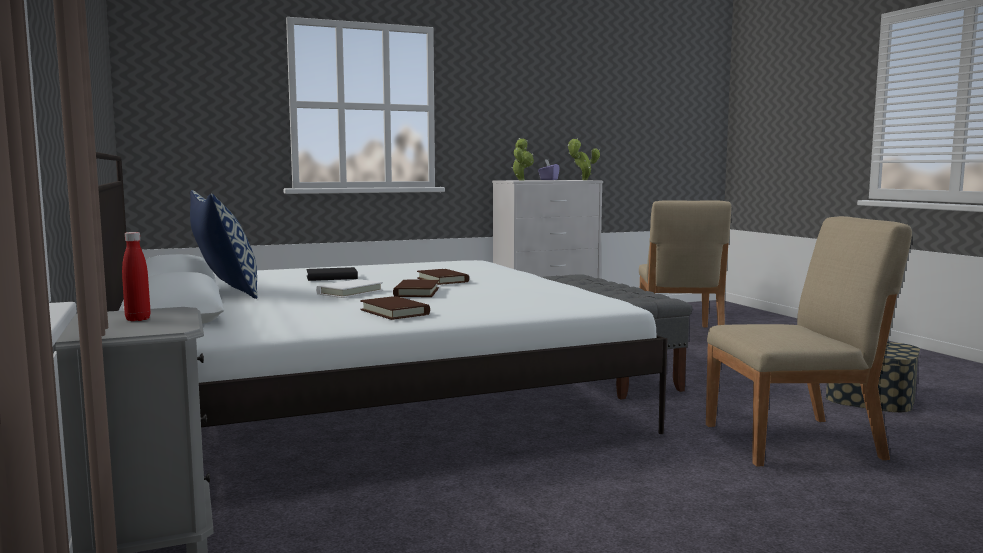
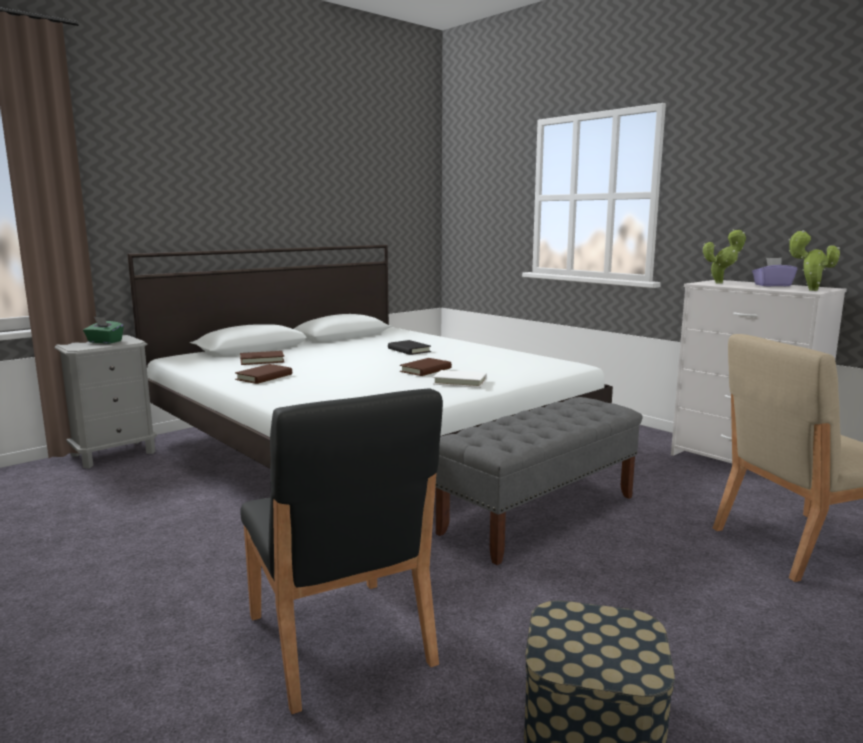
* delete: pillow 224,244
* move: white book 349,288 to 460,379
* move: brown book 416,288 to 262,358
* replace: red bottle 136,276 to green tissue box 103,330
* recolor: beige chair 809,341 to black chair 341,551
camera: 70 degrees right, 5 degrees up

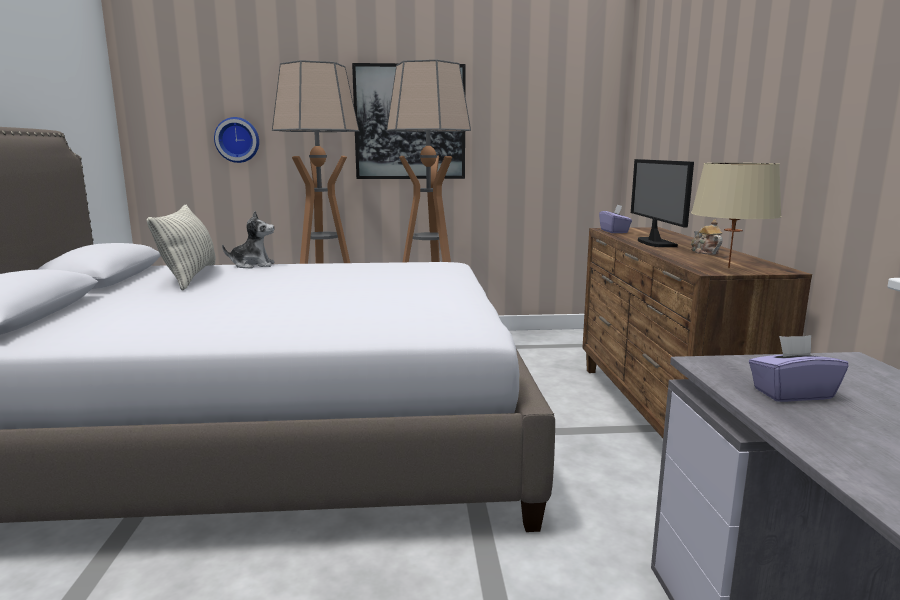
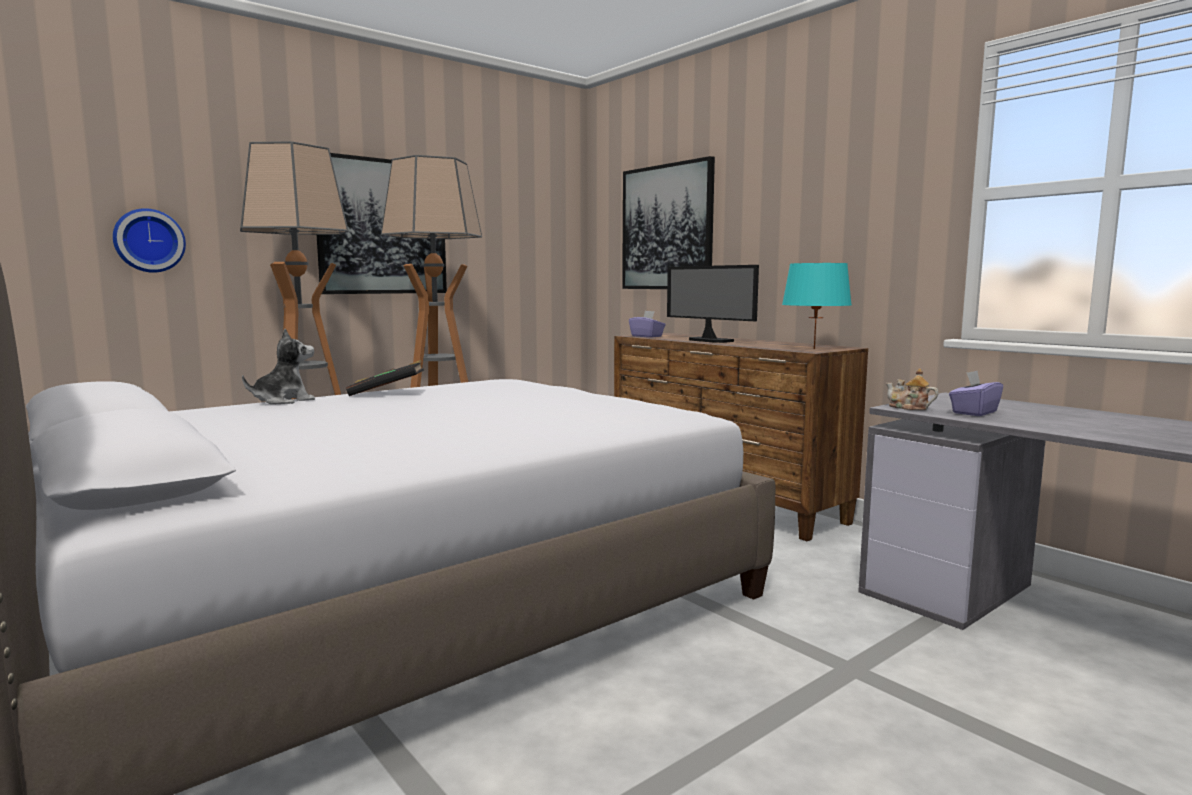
* delete: pillow 181,248
* insert: black book 385,378
* insert: picture 668,222
* move: teapot 707,237 to 912,389
* recolor: beige table lamp 736,215 to turquoise table lamp 817,306
camera: 35 degrees left, 5 degrees down

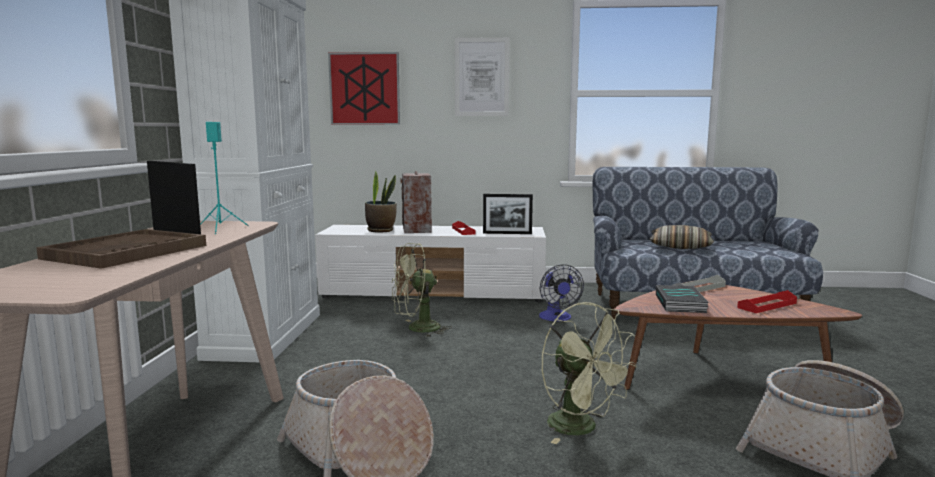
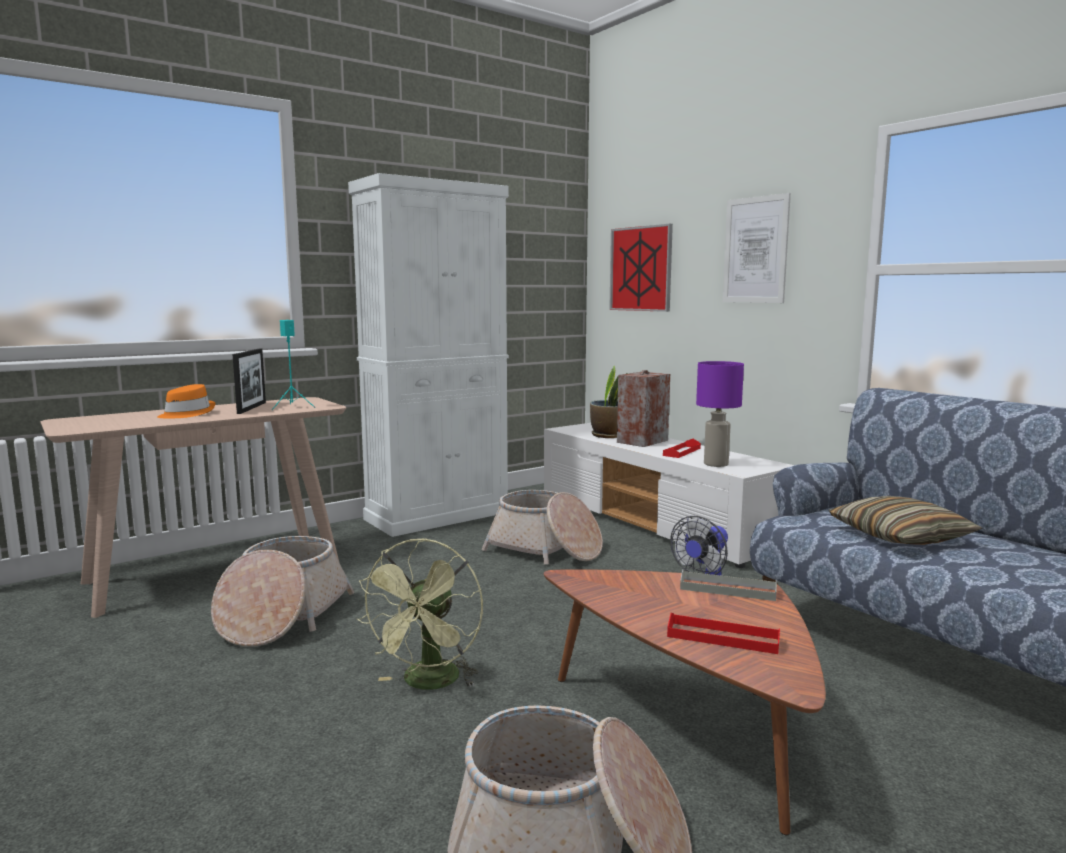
* delete: book 682,299
* replace: brown tray 121,249 to orange hat 186,401
* replace: green fan 422,290 to basket 542,527
* replace: picture frame 508,214 to purple table lamp 720,414
camera: 50 degrees right, 0 degrees up

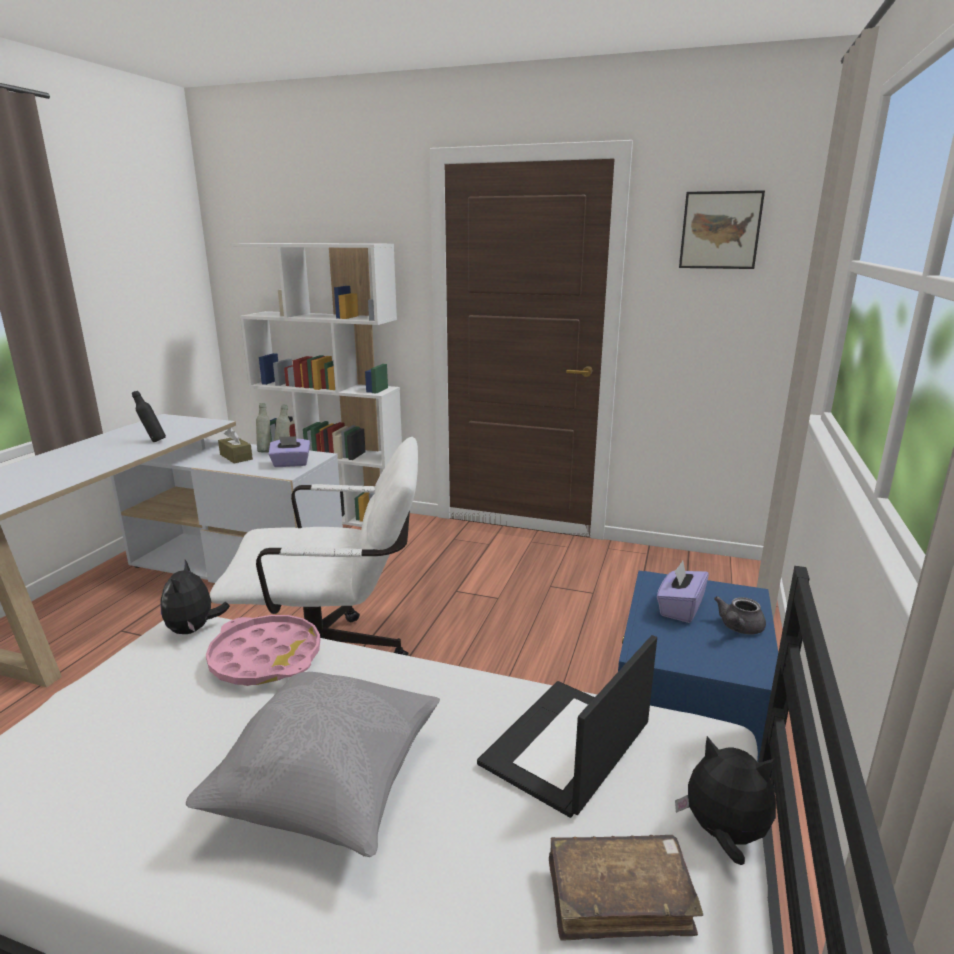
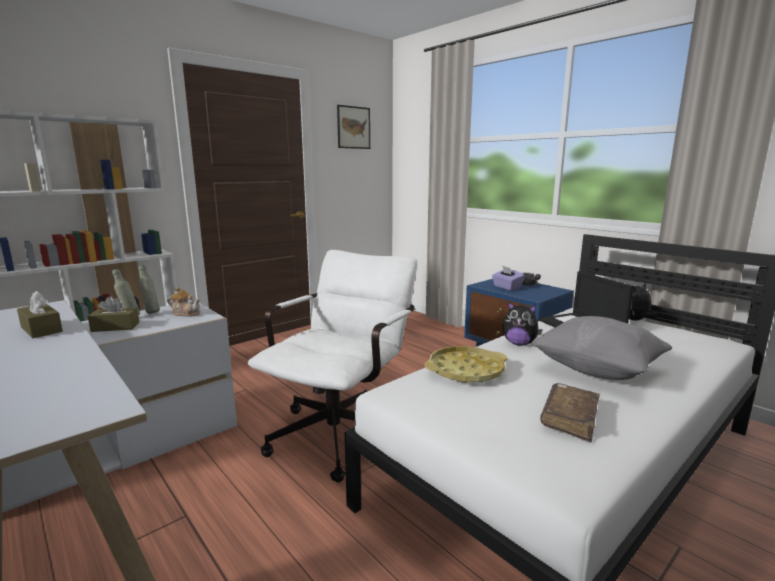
* move: plush toy 195,597 to 523,324
* move: brown book 626,887 to 570,412
* replace: black bottle 149,416 to brown tissue box 40,314
* replace: purple tissue box 289,451 to teapot 183,302
* recolor: pink tray 263,650 to yellow tray 465,364
camera: 60 degrees left, 5 degrees down

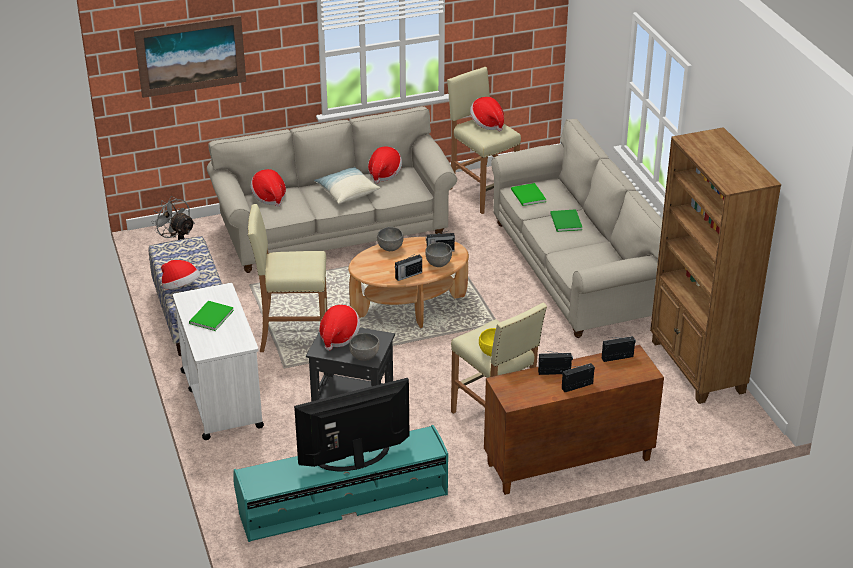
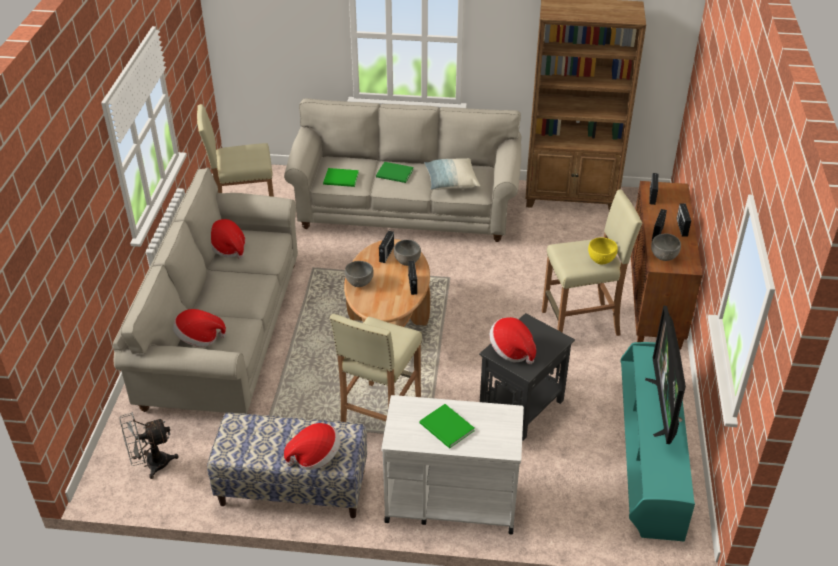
* delete: picture 190,57
* delete: hat 487,114
* move: pillow 347,185 to 452,174
* move: grey bowl 364,347 to 666,247
camera: 65 degrees left, 5 degrees up

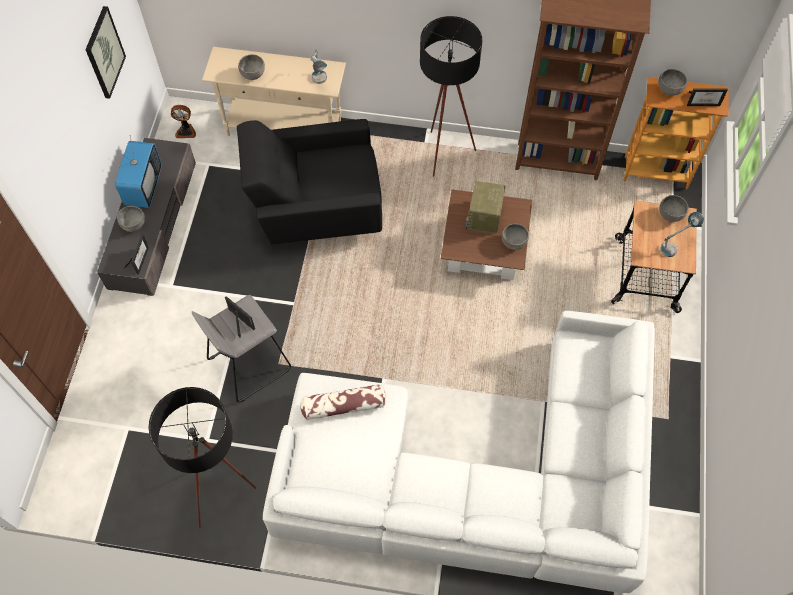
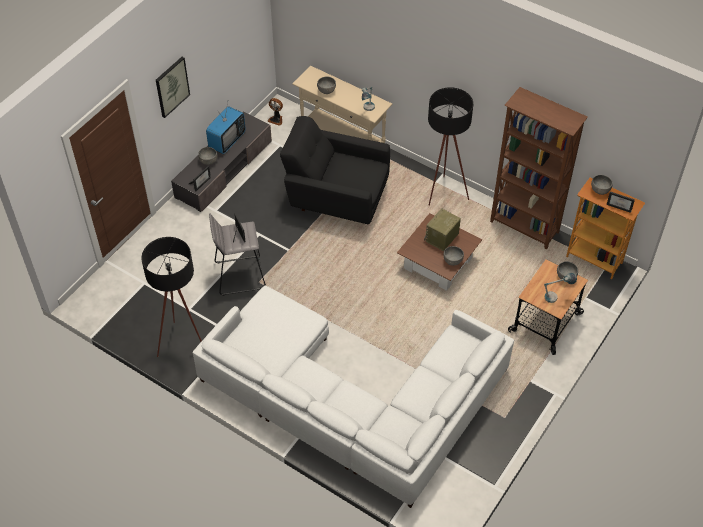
* delete: pillow 343,402
* move: picture 106,52 to 173,87
camera: 25 degrees right, 10 degrees down

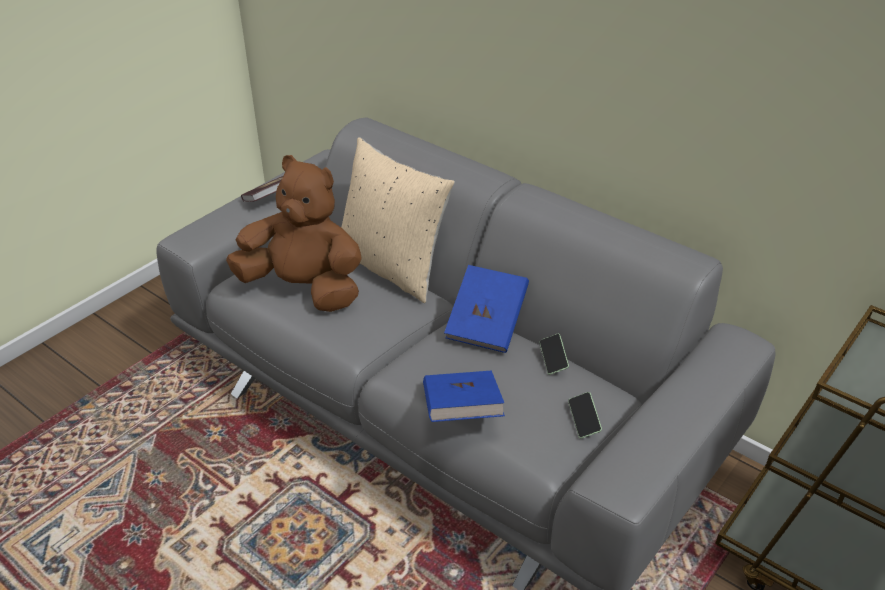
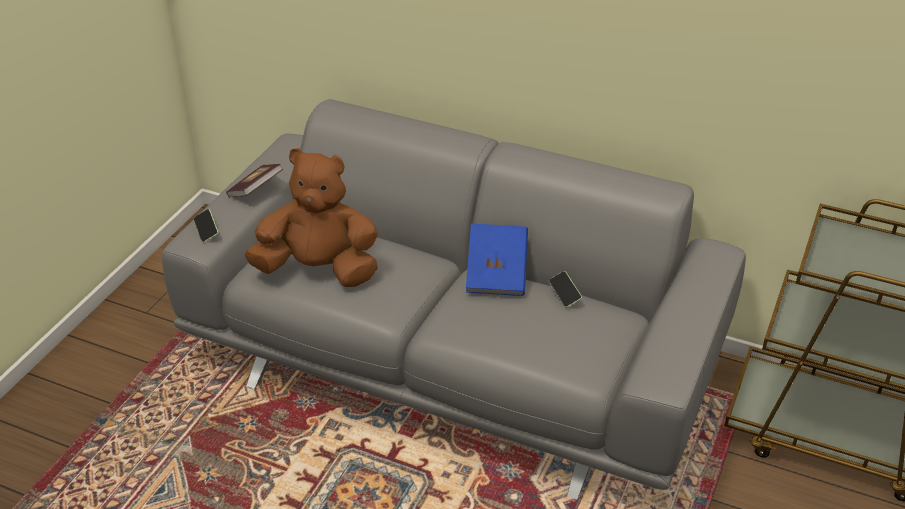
* delete: beige pillow 398,220
* delete: blue book 464,396
* move: phone 585,415 to 206,226
camera: 15 degrees left, 0 degrees up

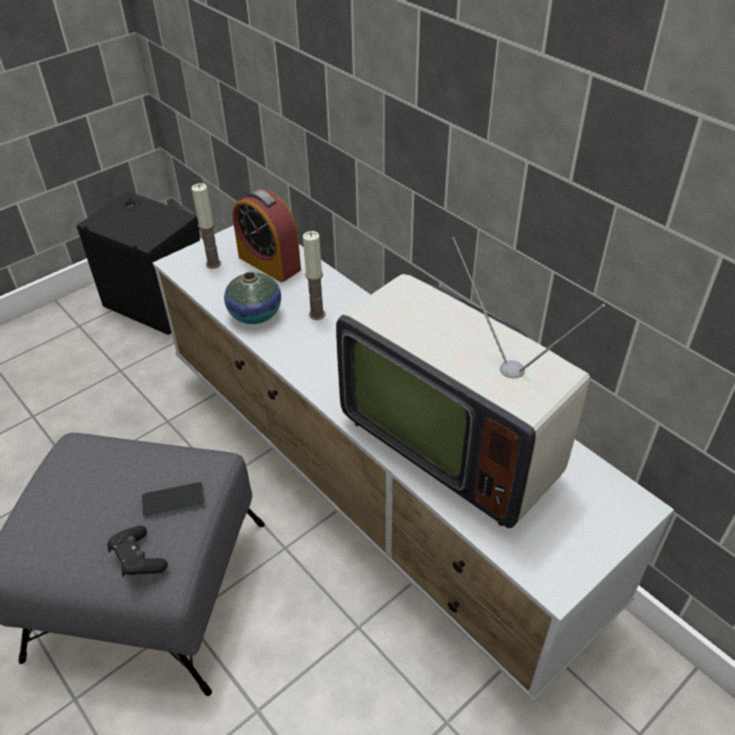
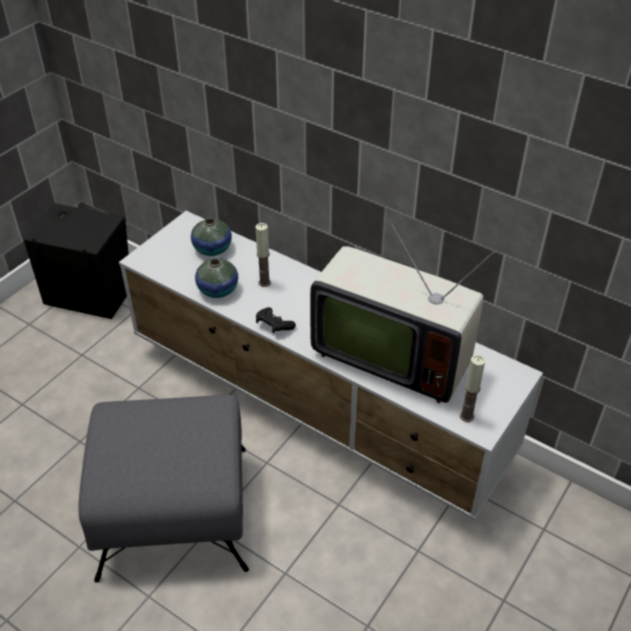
* delete: phone 173,500
* move: black game controller 137,551 to 276,320
* move: candle 206,226 to 472,388
* replace: alarm clock 266,235 to vase 211,237
camera: 15 degrees left, 0 degrees up

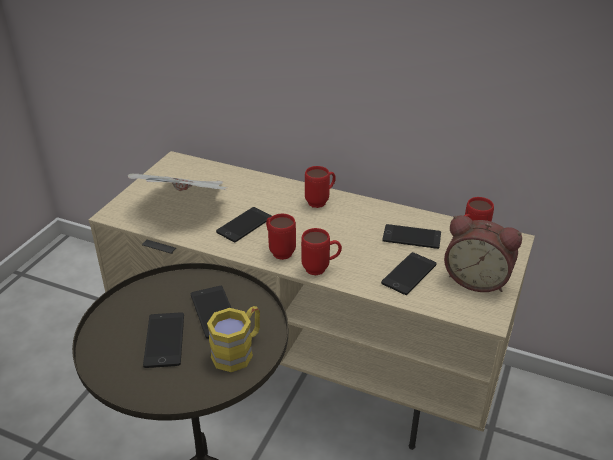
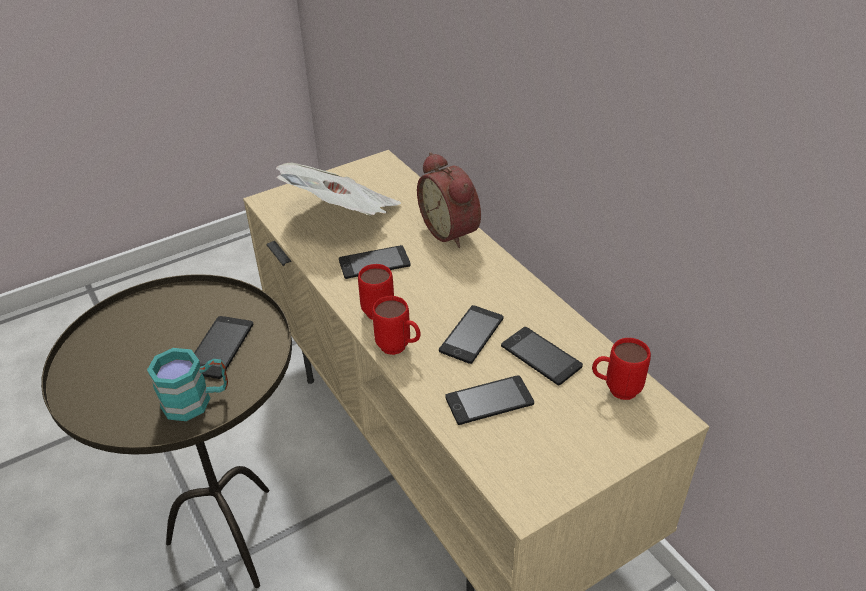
* delete: red mug 320,187
* move: phone 163,340 to 471,334
* move: alarm clock 483,253 to 449,200
* recolor: yellow mug 233,339 to turquoise mug 187,384
camera: 35 degrees right, 5 degrees up

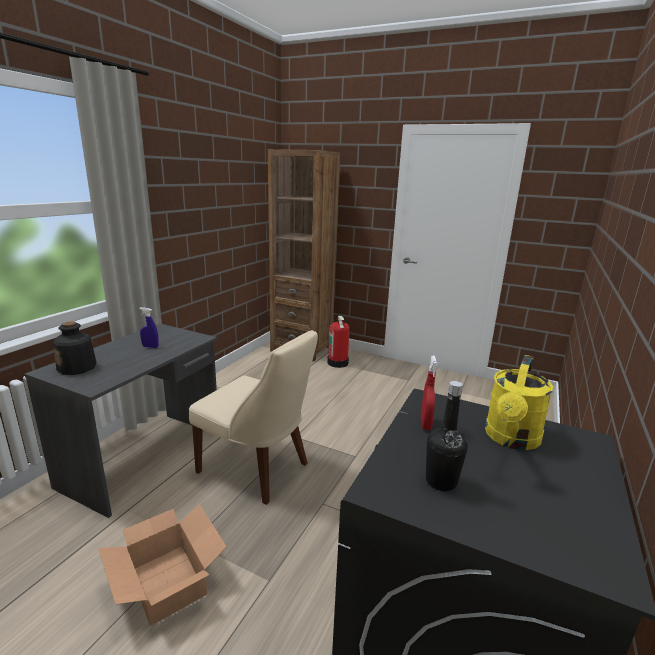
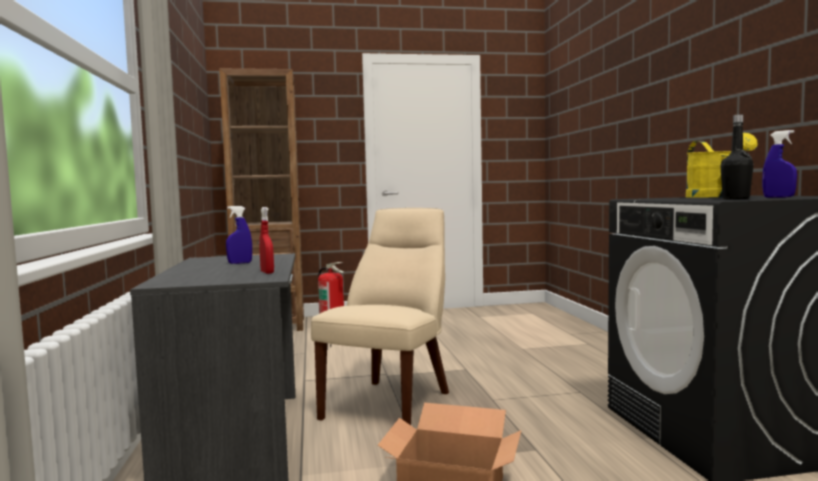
* delete: bottle 75,348
* insert: blue spray bottle 779,164
* move: red spray bottle 429,393 to 266,240
* rotate: beige chair 253,417 = 380,316 60 degrees counterclockwise
camera: 35 degrees left, 15 degrees down

